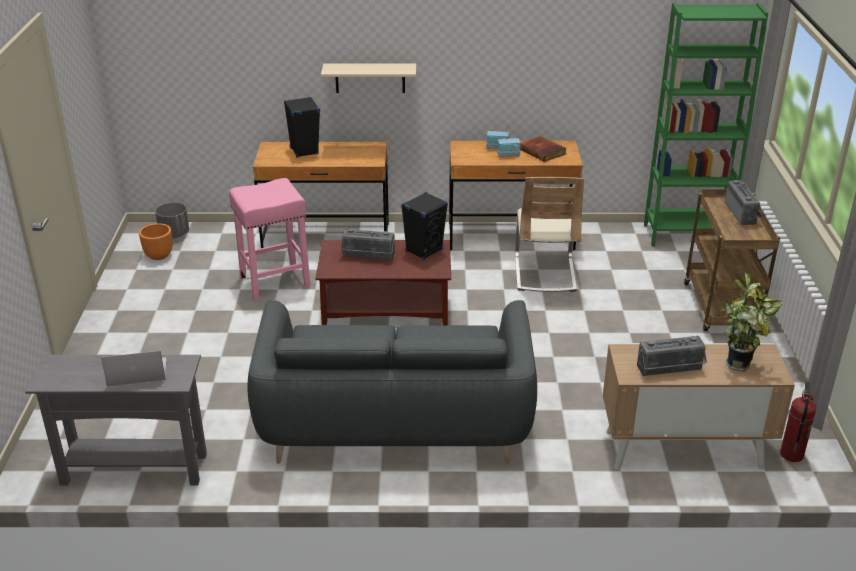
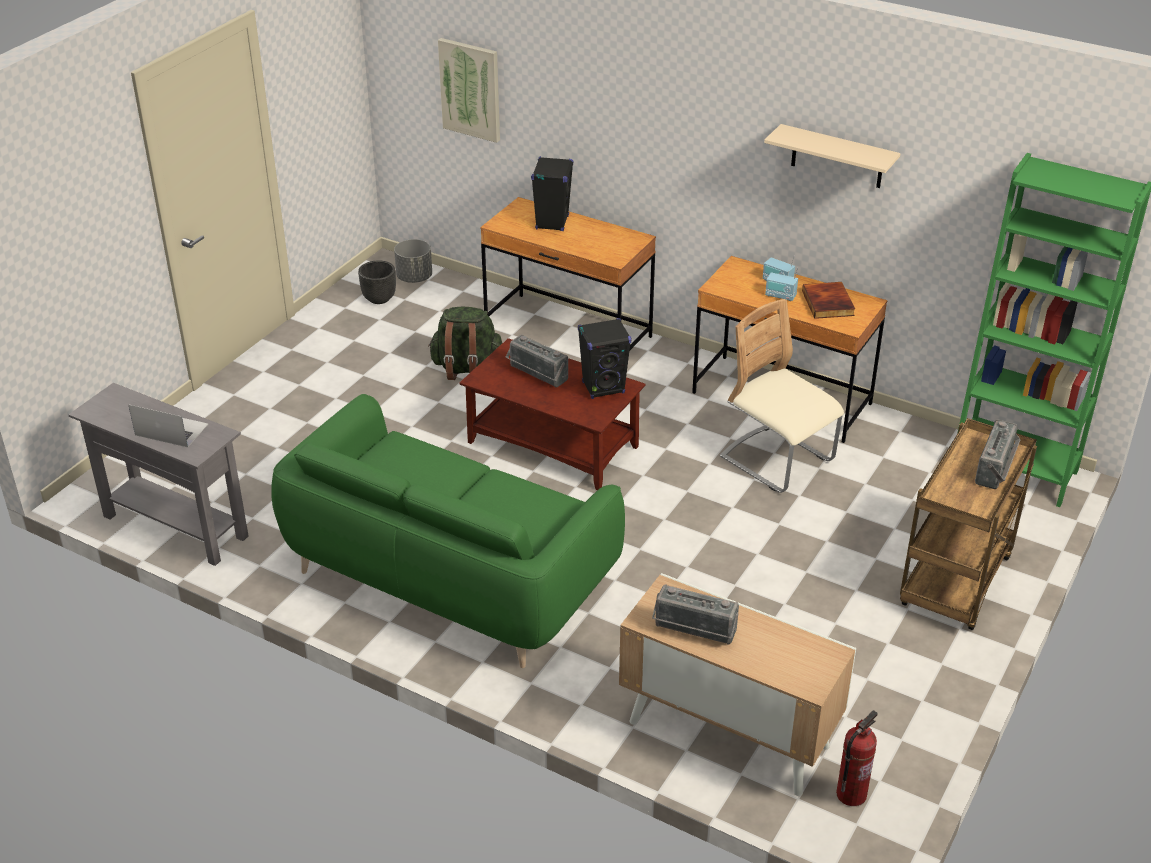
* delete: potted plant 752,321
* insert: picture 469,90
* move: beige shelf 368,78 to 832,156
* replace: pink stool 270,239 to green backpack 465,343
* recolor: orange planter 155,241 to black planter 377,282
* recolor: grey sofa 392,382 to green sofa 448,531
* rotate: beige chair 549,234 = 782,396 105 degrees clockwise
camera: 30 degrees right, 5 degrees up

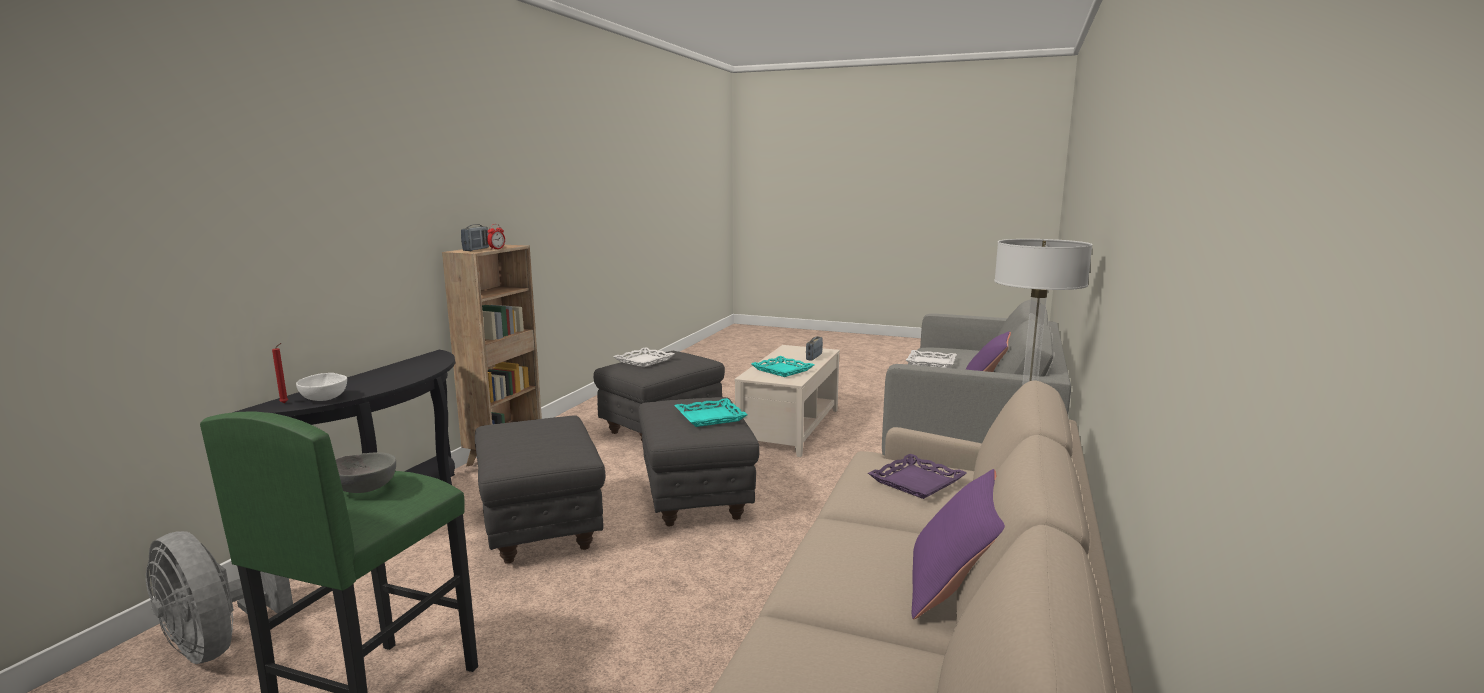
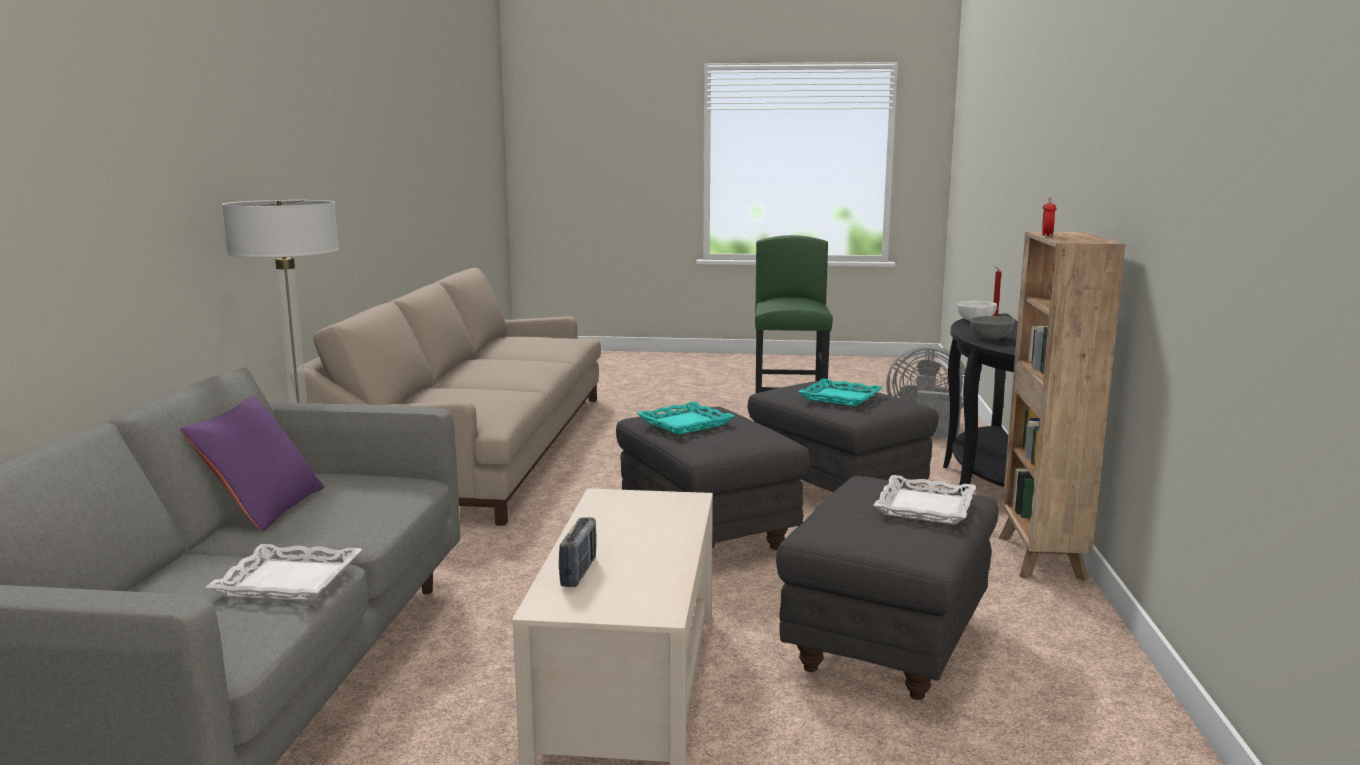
* delete: radio 475,237
* delete: purple tray 917,476
* delete: purple pillow 958,544
* move: grey bowl 365,472 to 992,328
* move: turquoise tray 782,366 to 840,393
camera: 165 degrees right, 0 degrees up

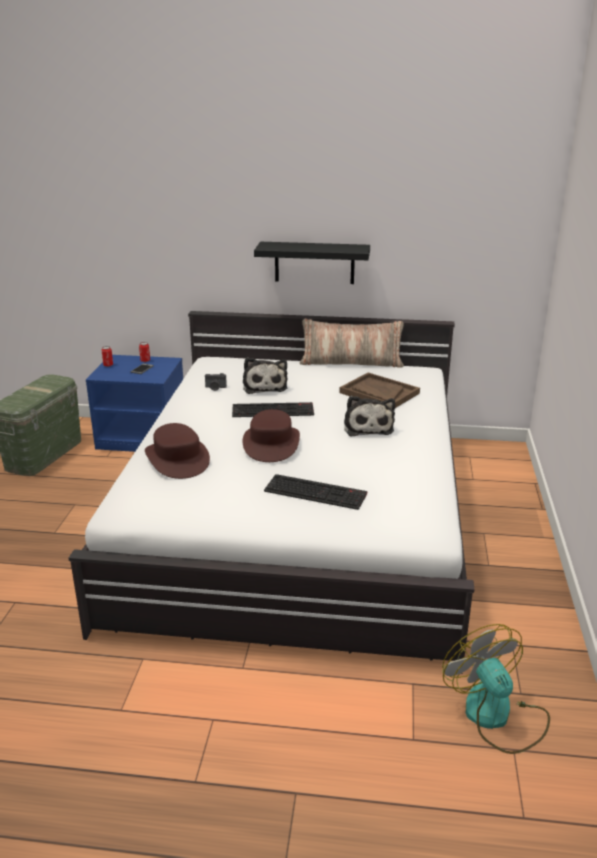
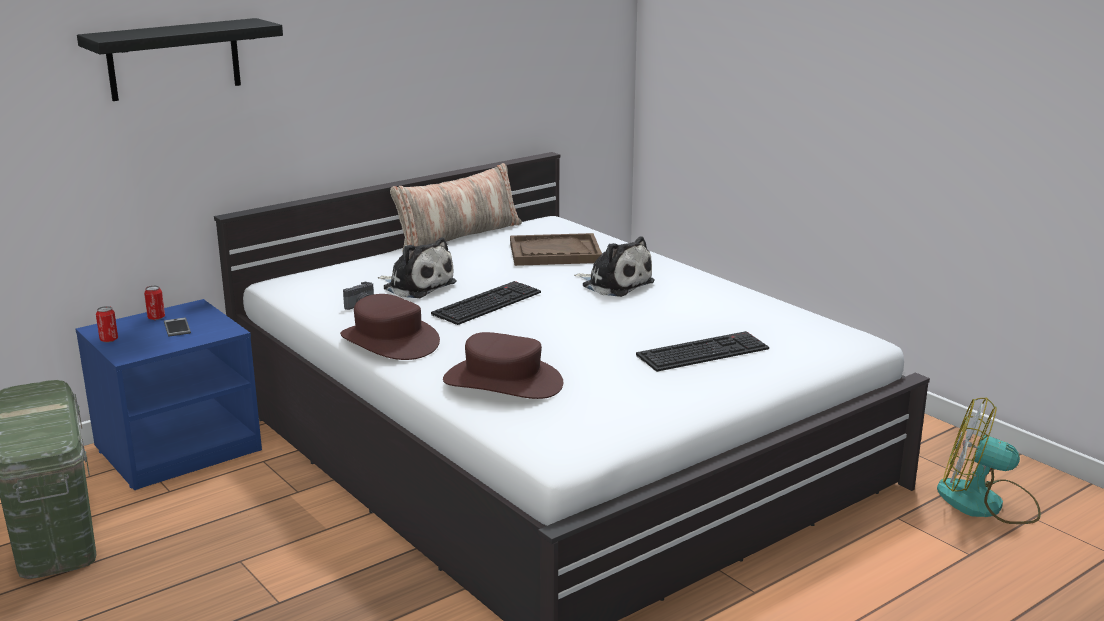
* move: brown hat 271,435 to 390,327
* move: black shelf 312,263 to 180,59
camera: 45 degrees left, 5 degrees down

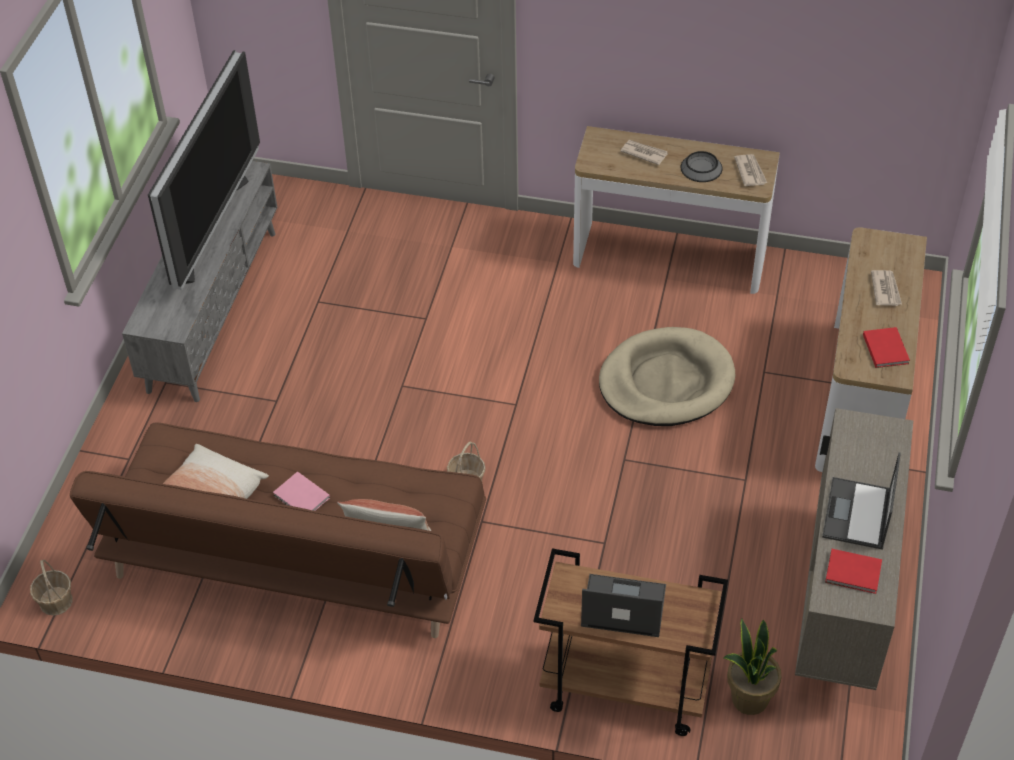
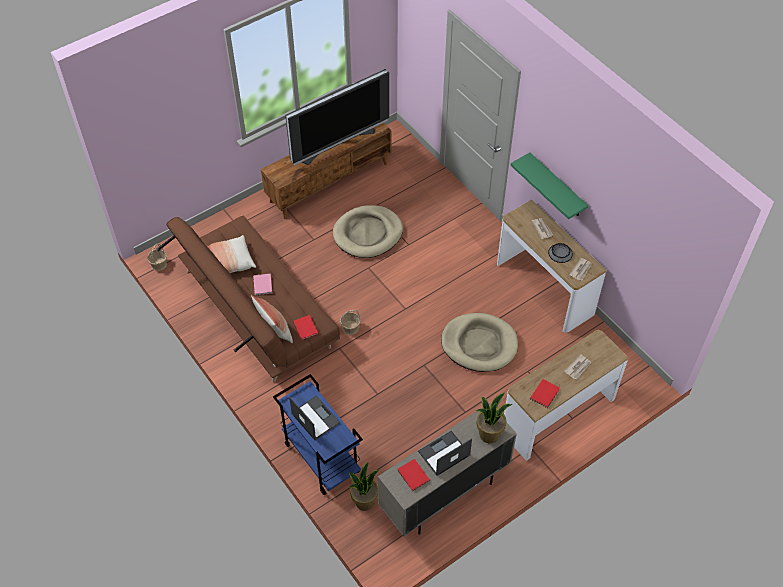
* insert: red book 306,327
* insert: beige dog bed 368,231
* insert: potted plant 493,418
* insert: green shelf 549,186
* recolor: grey tv stand 199,281 to brown tv stand 326,171
* recolor: brown cart 631,642 to blue cart 318,434
camera: 40 degrees right, 5 degrees up

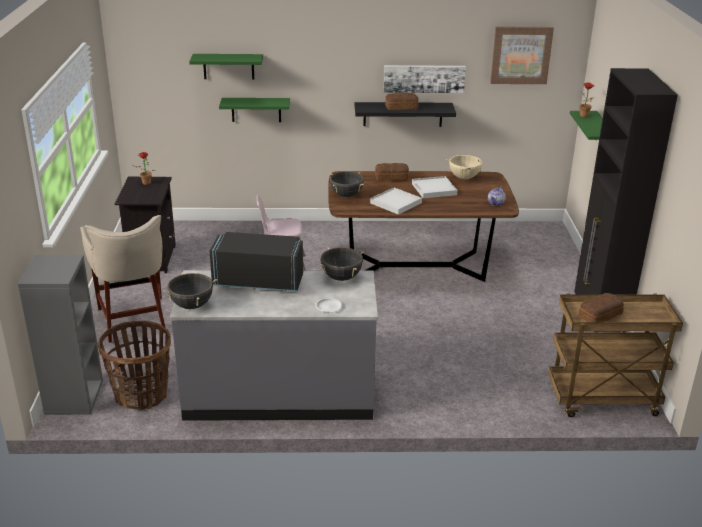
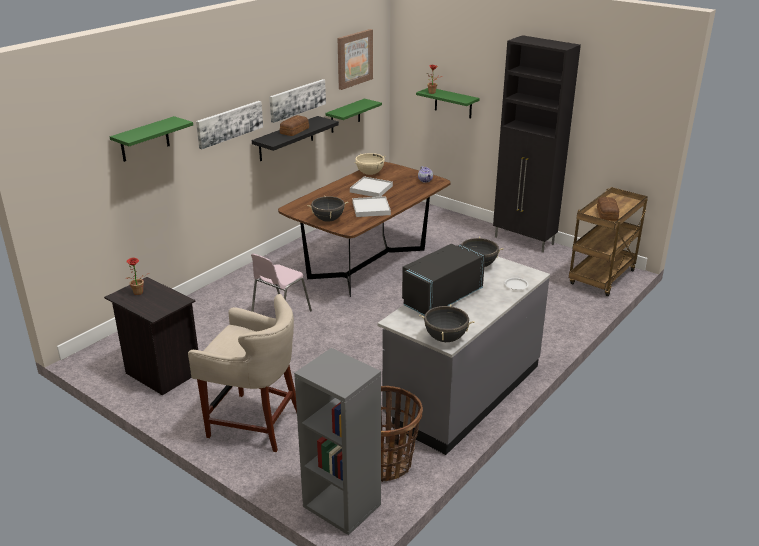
* delete: bread 392,172
* insert: picture 229,125
* move: green shelf 254,110 to 353,116
camera: 50 degrees left, 0 degrees up

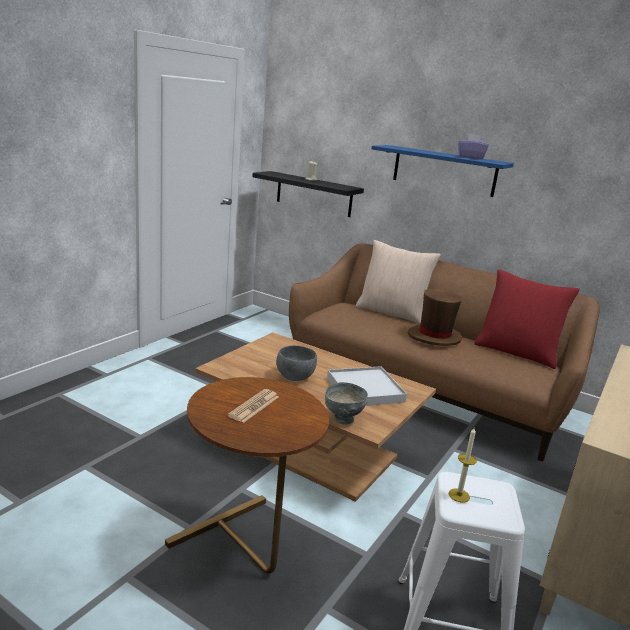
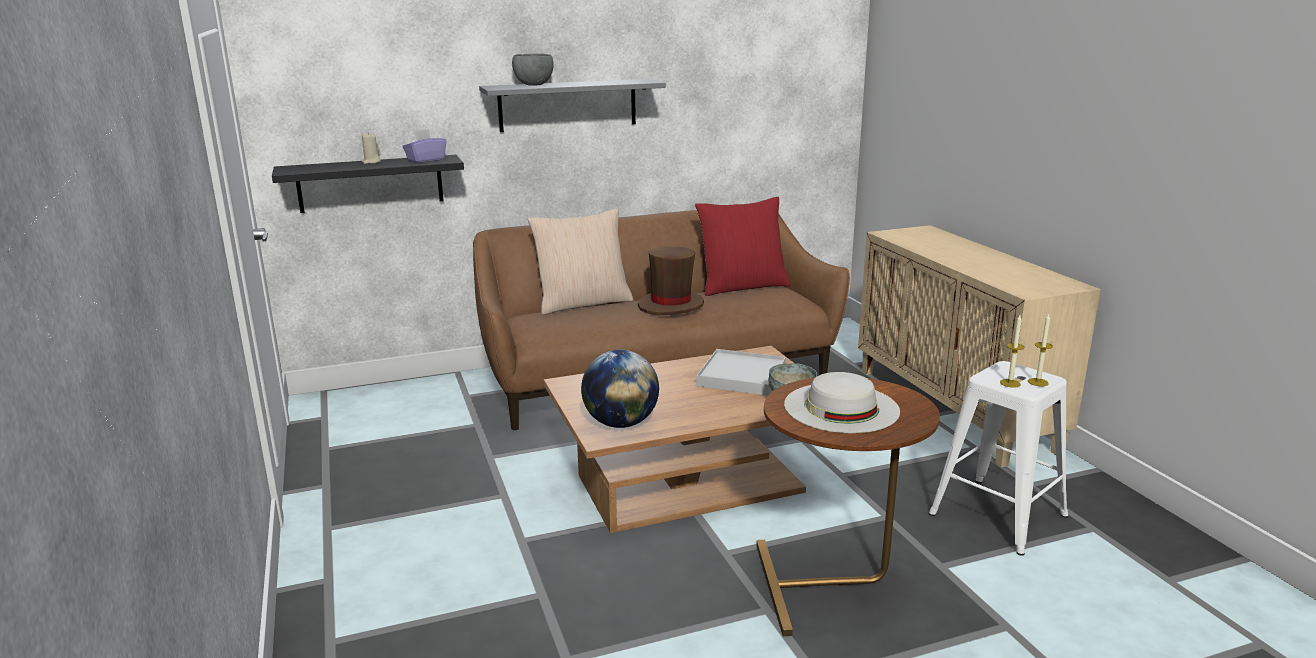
* insert: globe 620,388
* insert: candle 1040,350
* move: grey bowl 296,363 to 533,69
* move: purple tissue box 473,147 to 425,146
* replace: newspaper 253,406 to white hat 842,402
* recolor: blue shelf 442,171 to grey shelf 572,105
camera: 50 degrees left, 0 degrees up

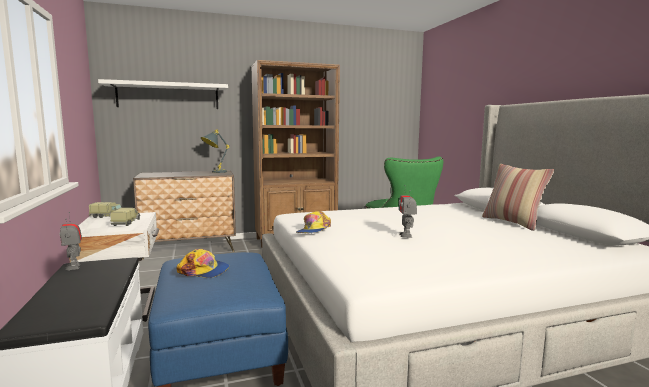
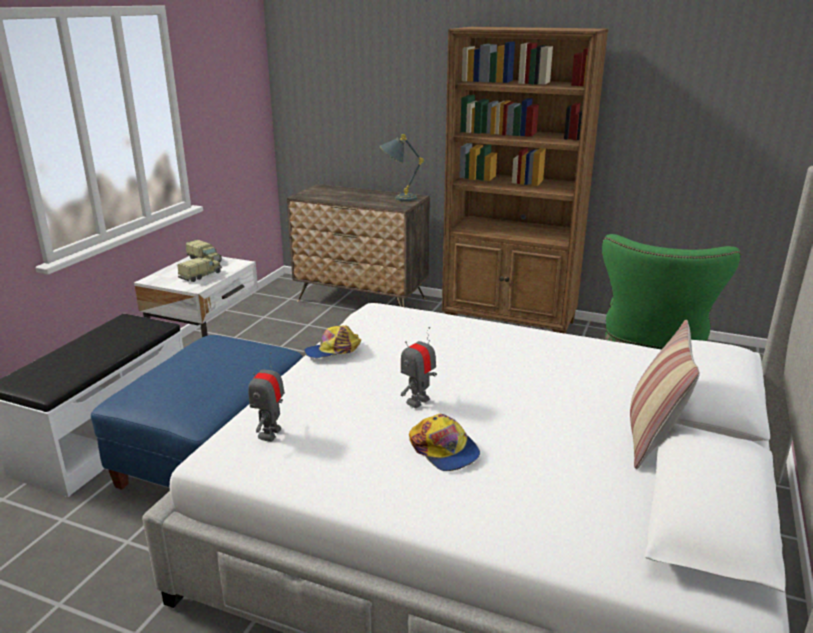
* delete: white shelf 163,94
* move: toy robot 71,241 to 266,397
* move: cap 202,263 to 444,442
camera: 40 degrees right, 15 degrees up

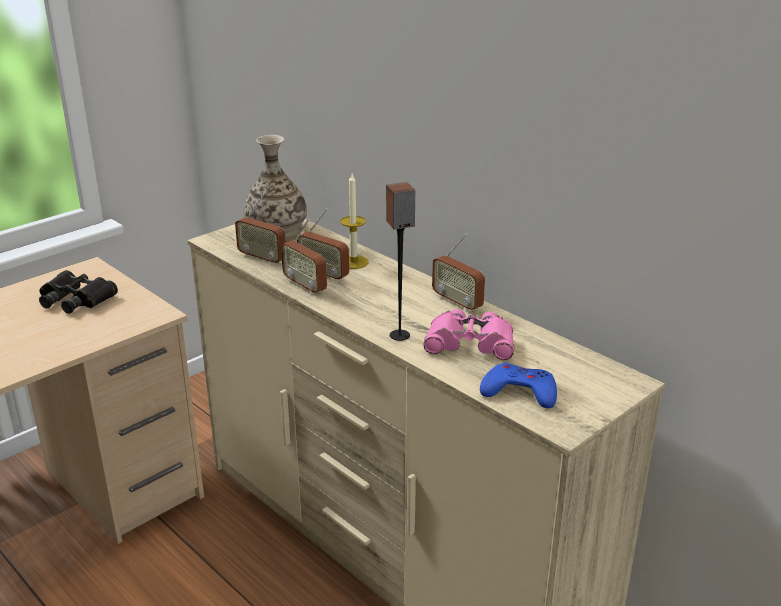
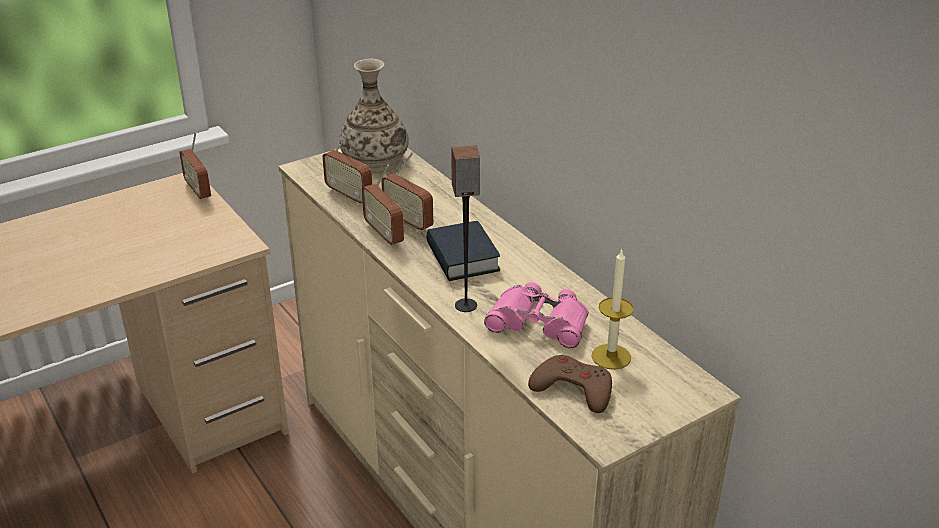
* delete: black binoculars 78,292
* insert: book 463,251
* move: candle 354,221 to 612,309
* move: radio 458,272 to 195,166
* recolor: blue game controller 518,385 to brown game controller 570,384
camera: 10 degrees right, 5 degrees up

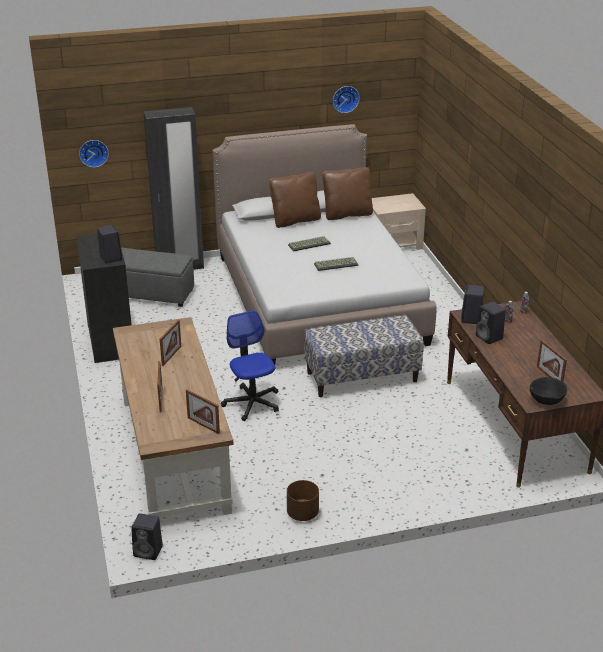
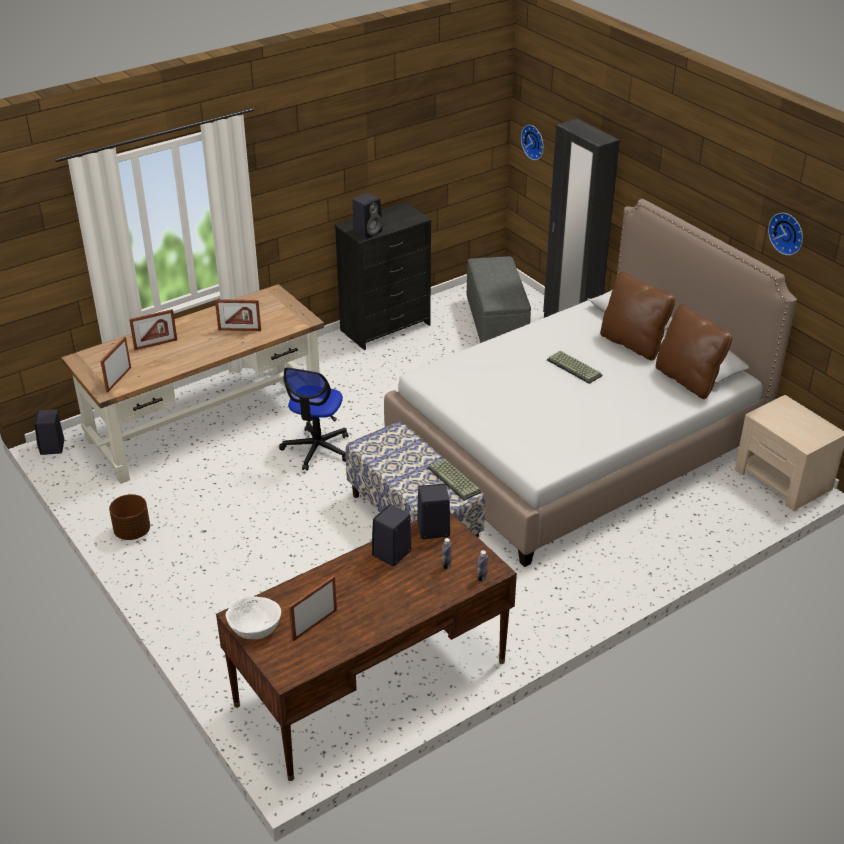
* move: keyboard 336,264 to 455,480
* recolor: black bowl 548,391 to white bowl 253,617
* rotate: office chair 250,365 = 314,419 150 degrees clockwise
camera: 70 degrees right, 5 degrees up

